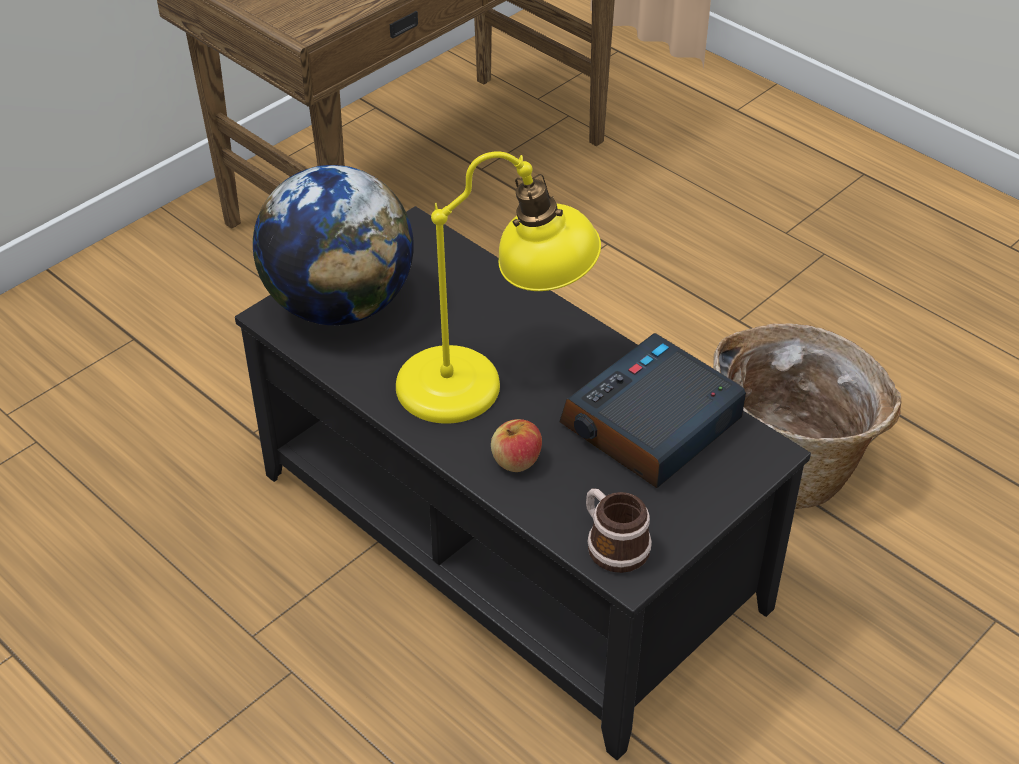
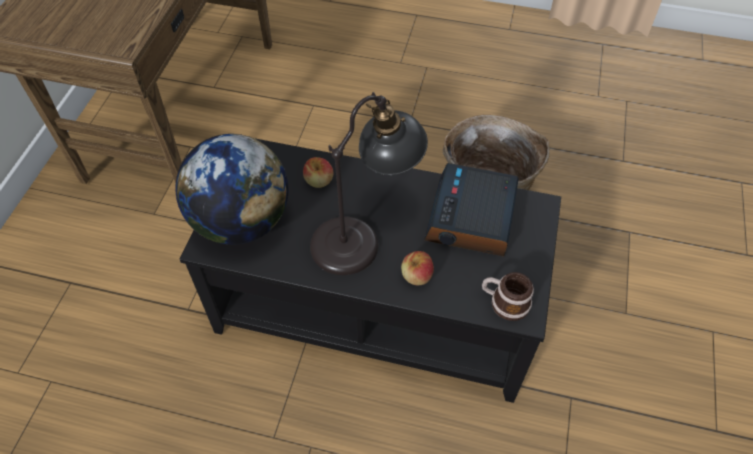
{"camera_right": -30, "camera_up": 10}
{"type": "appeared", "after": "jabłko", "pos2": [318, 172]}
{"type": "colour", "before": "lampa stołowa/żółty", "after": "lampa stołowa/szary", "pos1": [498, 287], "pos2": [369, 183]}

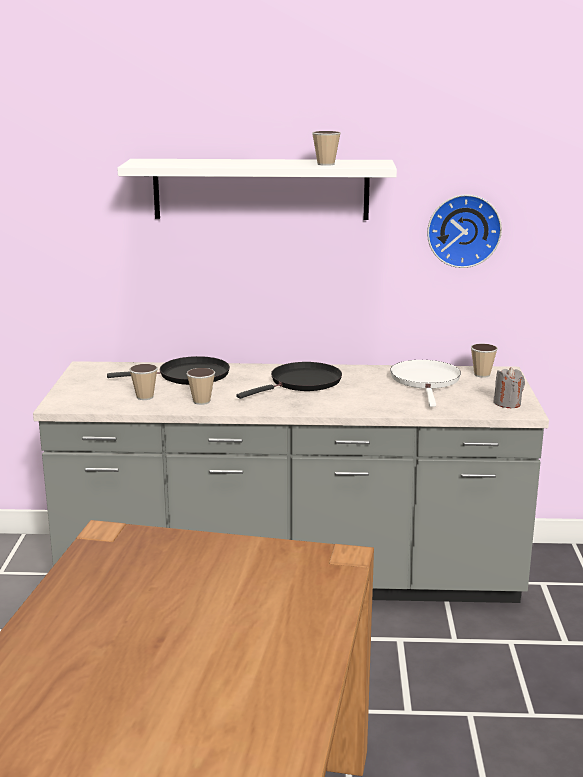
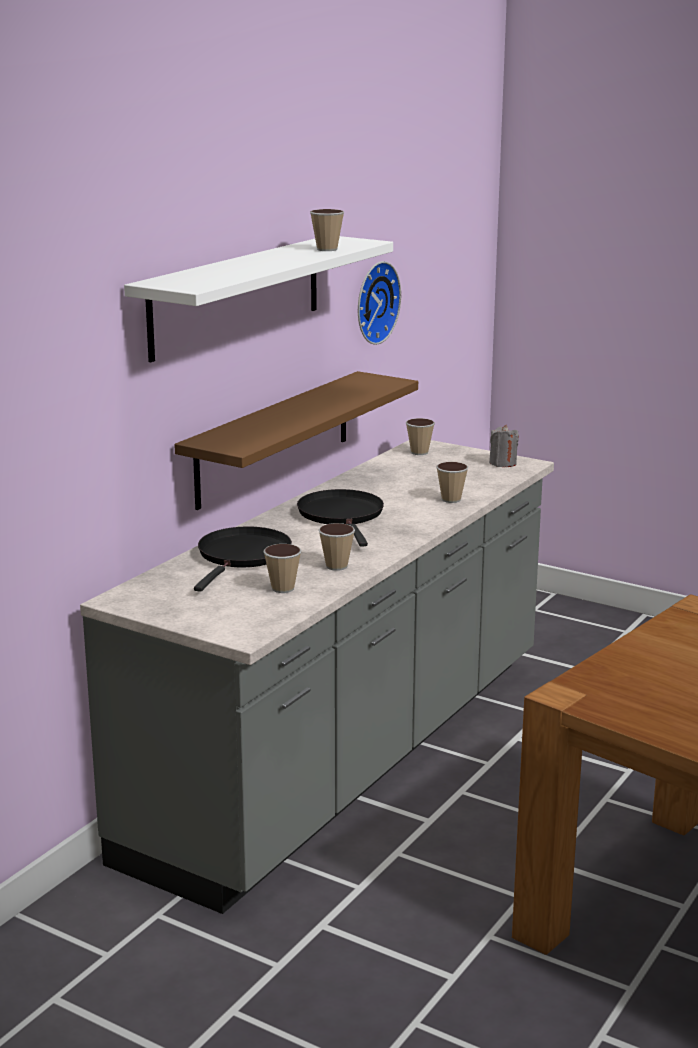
{"camera_right": -60, "camera_up": 0}
{"type": "appeared", "after": "półka/brązowy", "pos2": [296, 440]}
{"type": "appeared", "after": "filiżanka", "pos2": [452, 482]}
{"type": "missing", "before": "patelnia/biały", "pos1": [425, 383]}

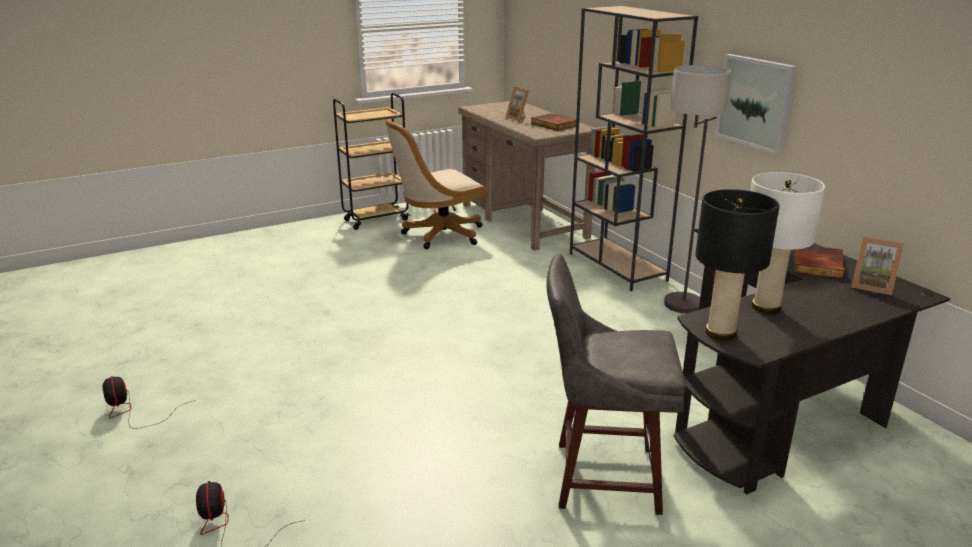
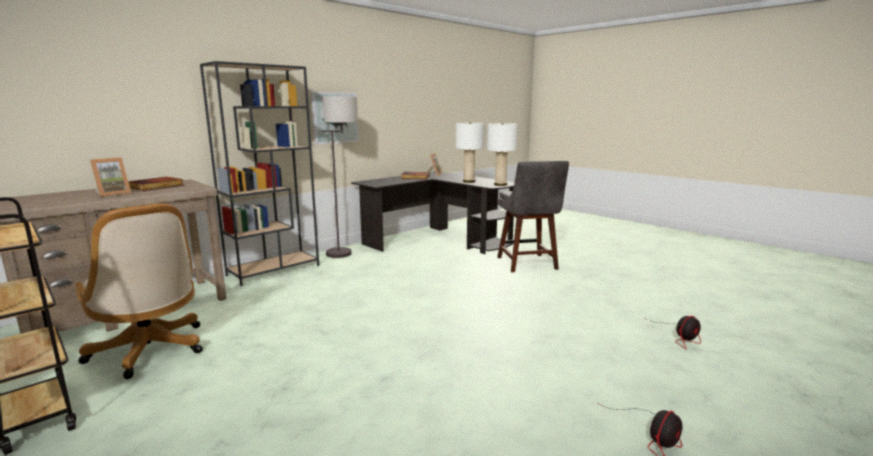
{"camera_right": -105, "camera_up": -10}
{"type": "colour", "before": "lampa stołowa/czarny", "after": "lampa stołowa/biały", "pos1": [737, 265], "pos2": [502, 154]}

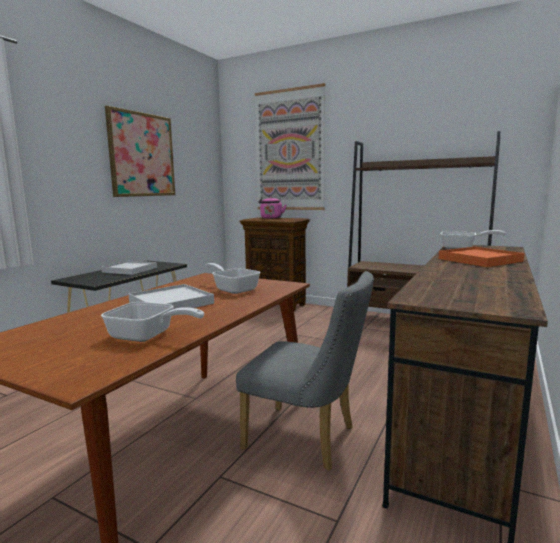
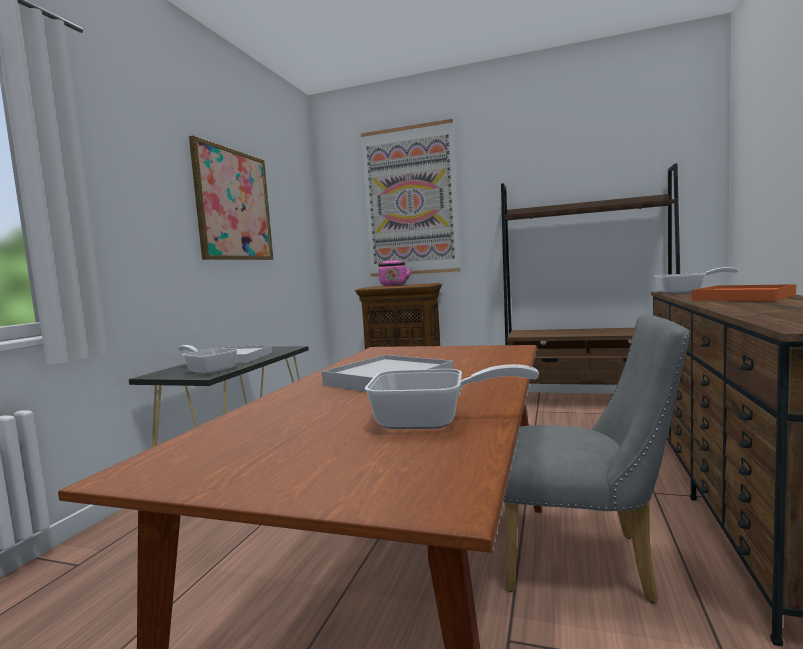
{"camera_right": -10, "camera_up": -5}
{"type": "relocated", "before": "patelnia", "pos1": [232, 278], "pos2": [207, 359]}

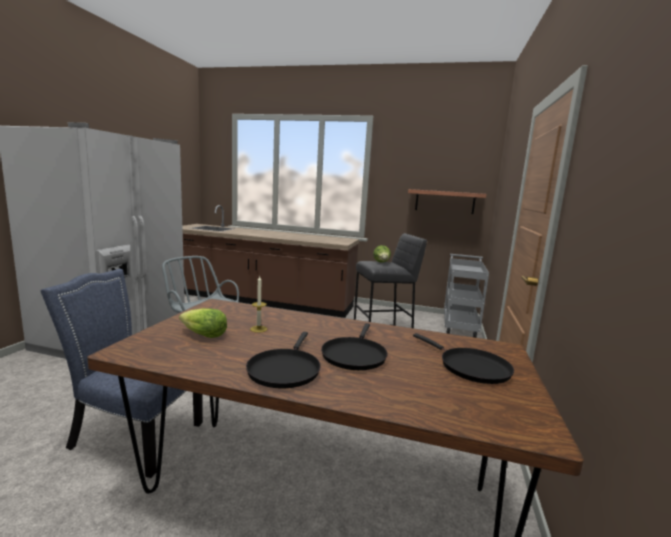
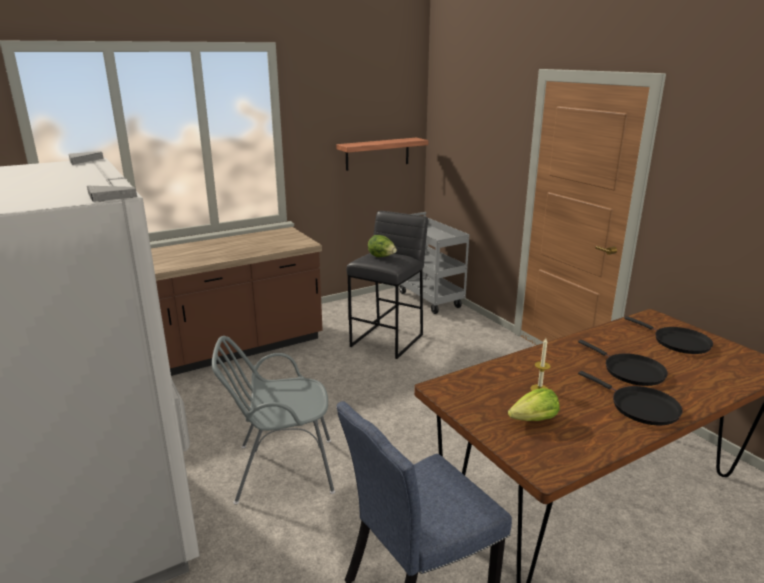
{"camera_right": -45, "camera_up": 10}
{"type": "spun", "before": "patelnia/czarny", "pos1": [463, 358], "pos2": [668, 335], "turn": 45}

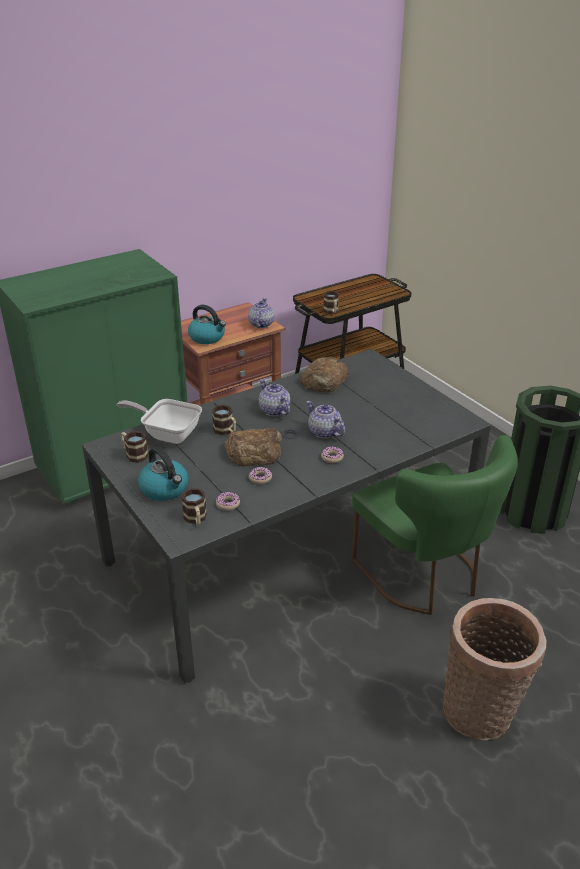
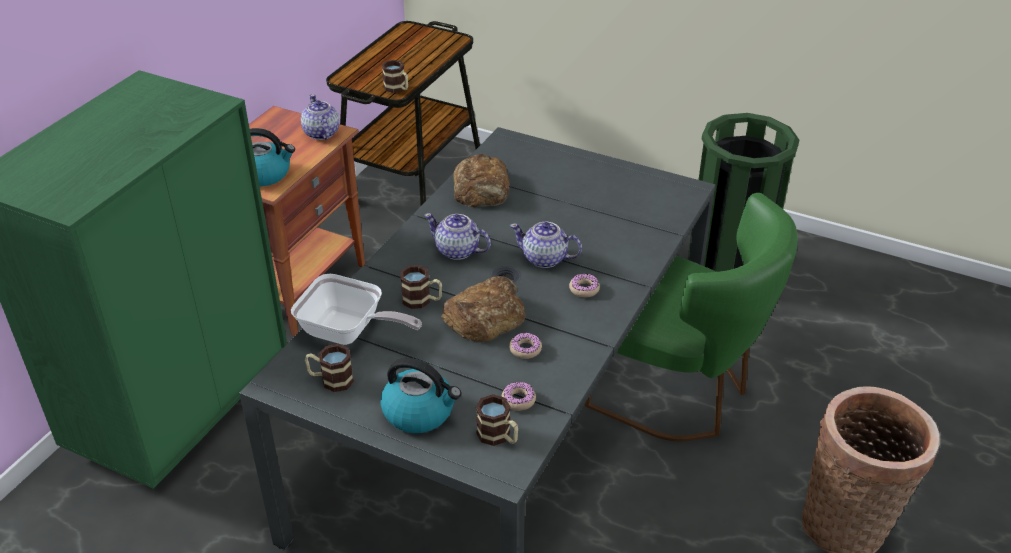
{"camera_right": -30, "camera_up": 5}
{"type": "spun", "before": "patelnia", "pos1": [159, 421], "pos2": [356, 309], "turn": -150}

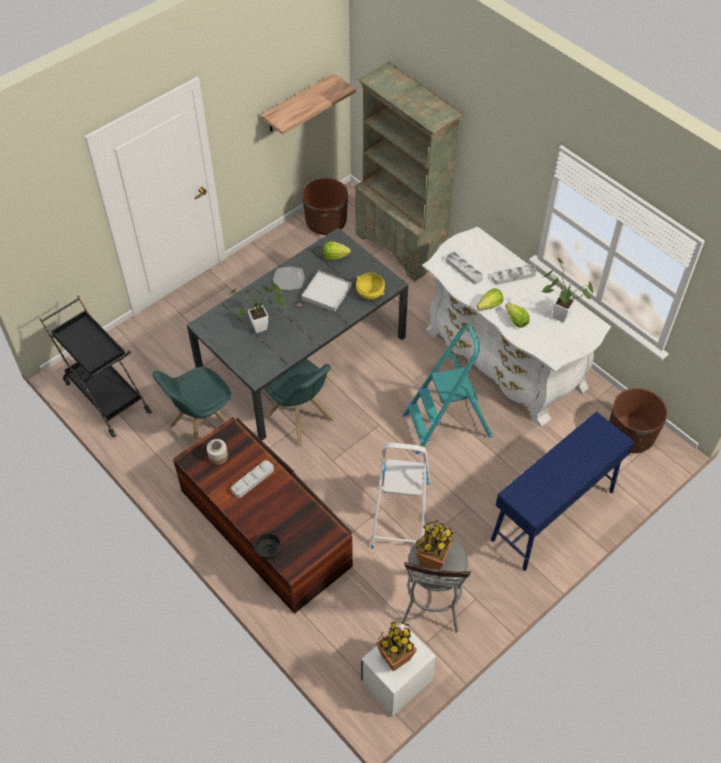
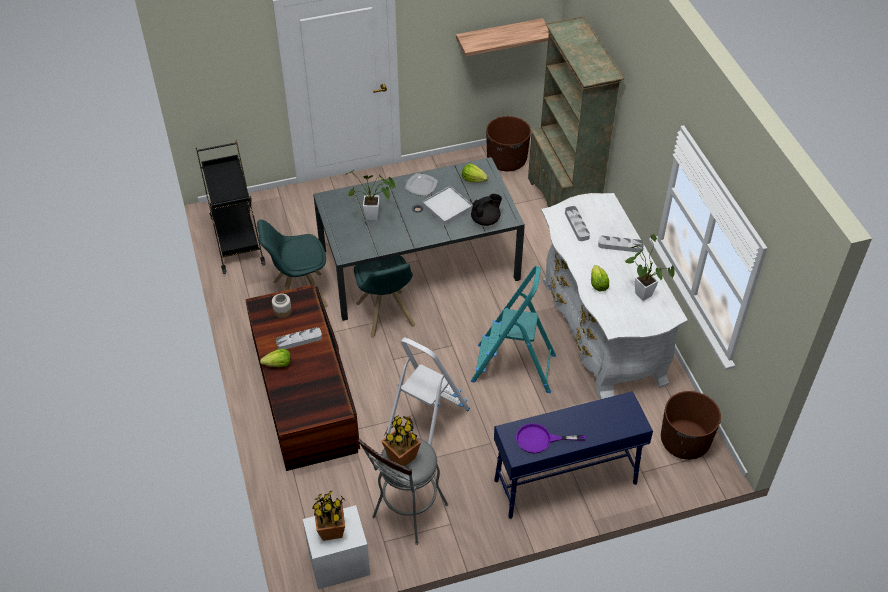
{"camera_right": 25, "camera_up": -5}
{"type": "relocated", "before": "sałata", "pos1": [489, 299], "pos2": [275, 358]}
{"type": "exchanged", "before": "miska/żółty", "after": "imbryk/czarny", "pos1": [370, 286], "pos2": [486, 210]}
{"type": "appeared", "after": "patelnia/fioletowy", "pos2": [551, 438]}
{"type": "missing", "before": "miska/czarny", "pos1": [268, 546]}

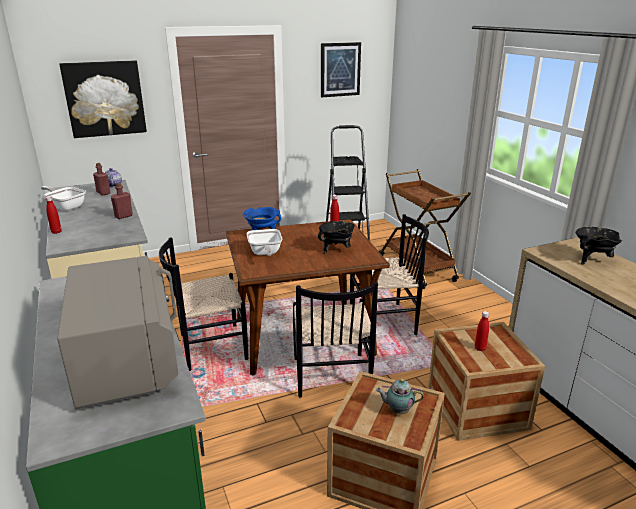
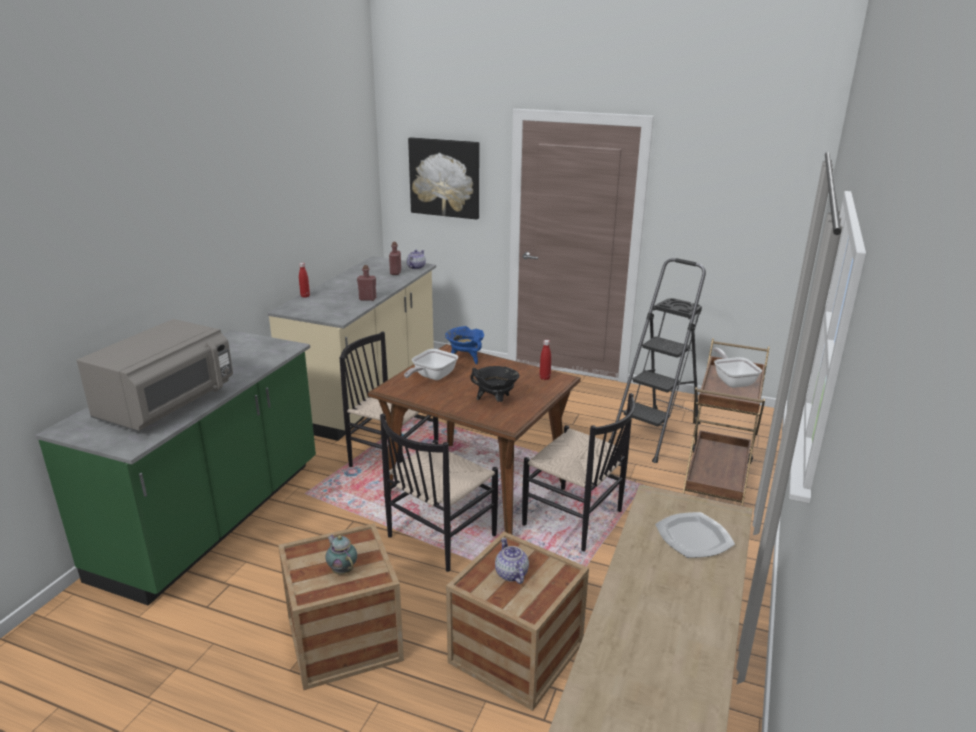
{"camera_right": 45, "camera_up": 0}
{"type": "exchanged", "before": "butelka/czerwony", "after": "imbryk", "pos1": [482, 331], "pos2": [512, 561]}
{"type": "exchanged", "before": "garnek/czarny", "after": "talerz", "pos1": [599, 246], "pos2": [695, 535]}
{"type": "relocated", "before": "patelnia", "pos1": [63, 198], "pos2": [737, 368]}
{"type": "missing", "before": "obraz", "pos1": [341, 69]}

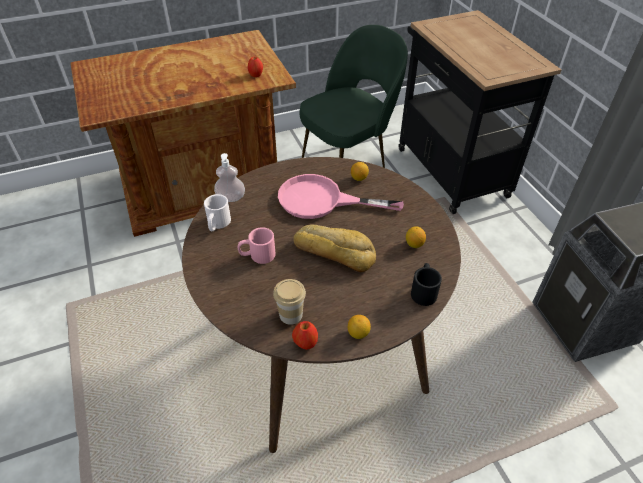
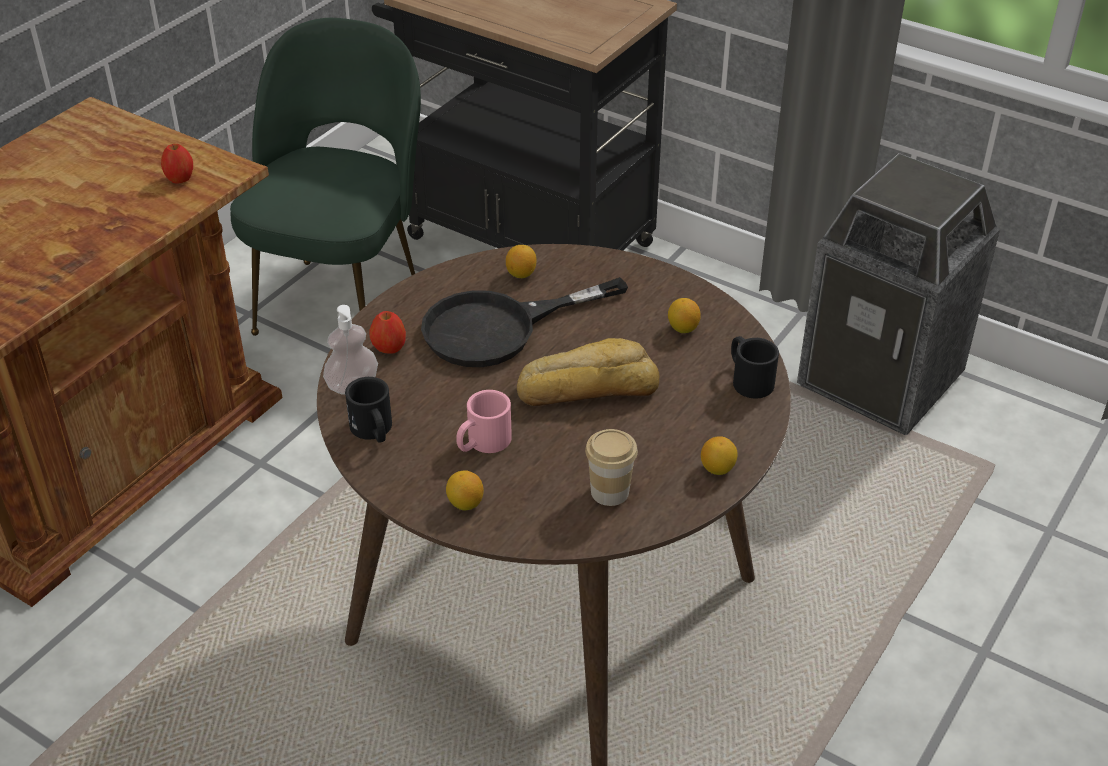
{"camera_right": -35, "camera_up": -5}
{"type": "colour", "before": "kubek/biały", "after": "kubek/czarny", "pos1": [217, 212], "pos2": [368, 409]}
{"type": "relocated", "before": "jabłko", "pos1": [305, 335], "pos2": [387, 332]}
{"type": "colour", "before": "patelnia/różowy", "after": "patelnia/czarny", "pos1": [341, 196], "pos2": [524, 322]}
{"type": "appeared", "after": "cytryna", "pos2": [465, 490]}

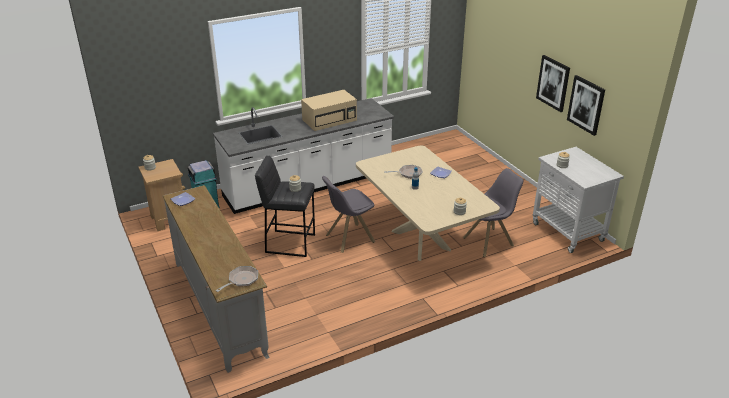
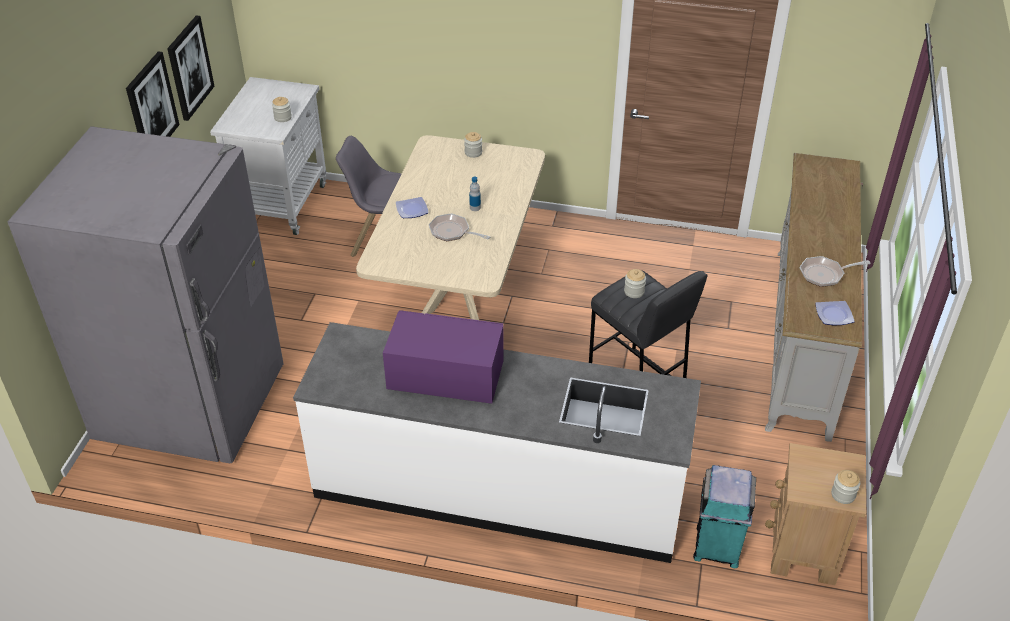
{"camera_right": -140, "camera_up": 10}
{"type": "appeared", "after": "lodówka/szary", "pos2": [145, 294]}
{"type": "colour", "before": "mikrofalówka/beżowy", "after": "mikrofalówka/fioletowy", "pos1": [329, 110], "pos2": [443, 357]}
{"type": "relocated", "before": "patelnia", "pos1": [236, 279], "pos2": [835, 271]}
{"type": "missing", "before": "krzesło/szary", "pos1": [348, 214]}

